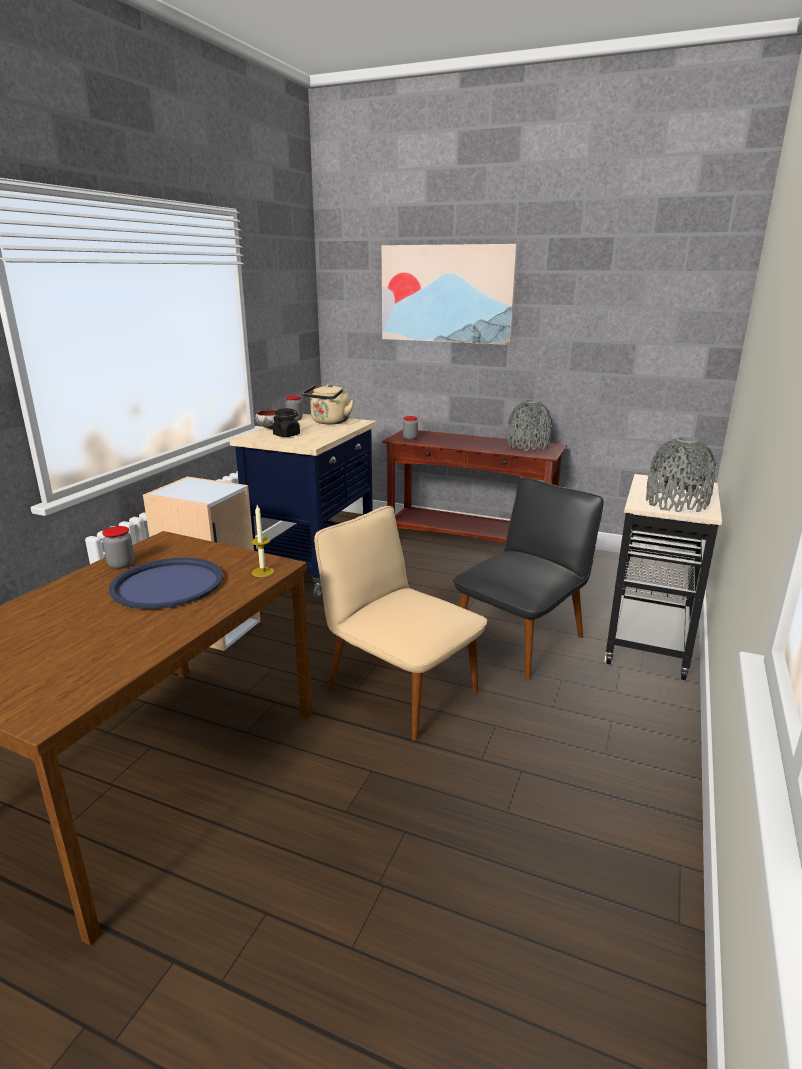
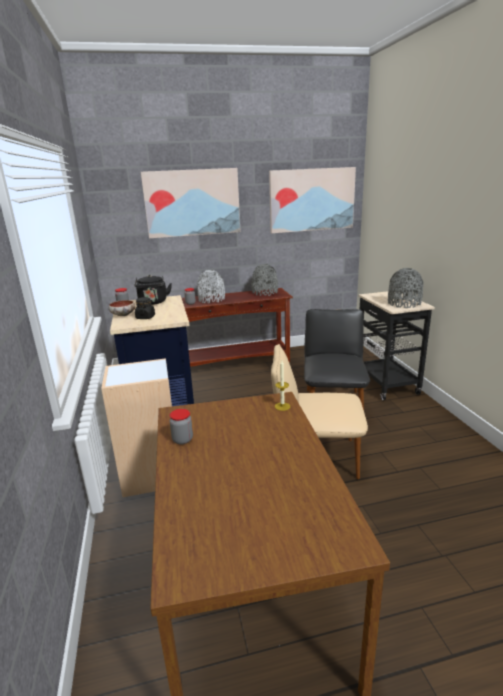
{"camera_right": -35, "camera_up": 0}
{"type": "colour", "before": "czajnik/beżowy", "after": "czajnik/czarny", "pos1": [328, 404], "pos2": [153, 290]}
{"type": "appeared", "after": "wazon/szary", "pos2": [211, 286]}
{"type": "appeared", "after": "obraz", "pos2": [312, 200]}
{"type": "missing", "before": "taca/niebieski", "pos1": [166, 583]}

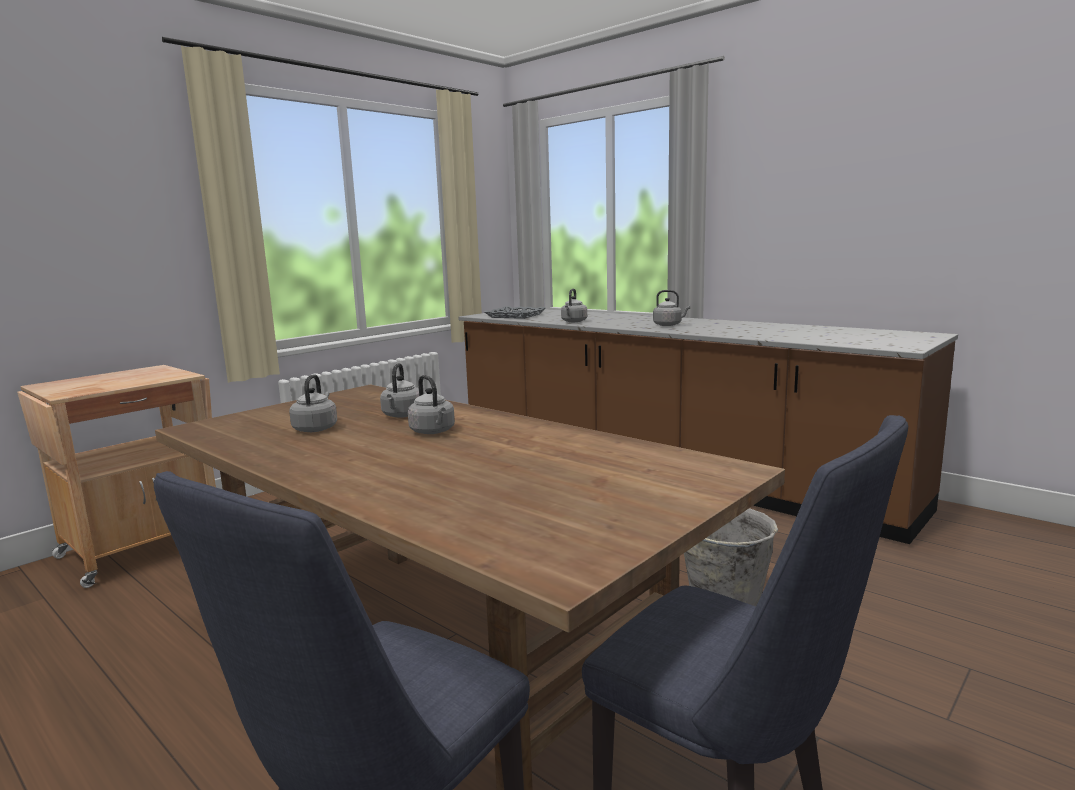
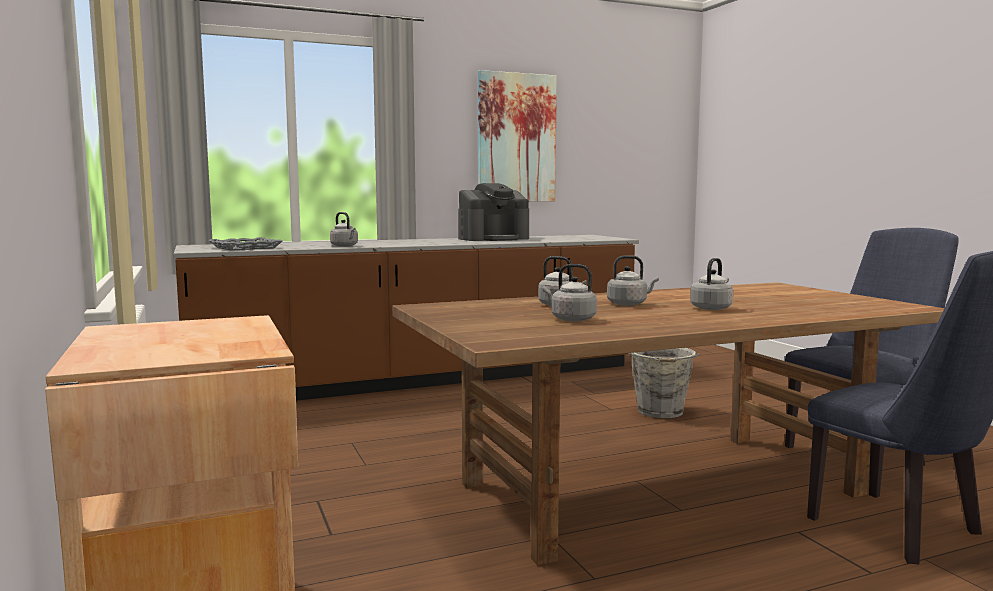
{"camera_right": -65, "camera_up": -5}
{"type": "appeared", "after": "ekspres do kawy", "pos2": [493, 212]}
{"type": "appeared", "after": "obraz", "pos2": [517, 136]}
{"type": "relocated", "before": "czajnik/szary", "pos1": [671, 308], "pos2": [711, 284]}

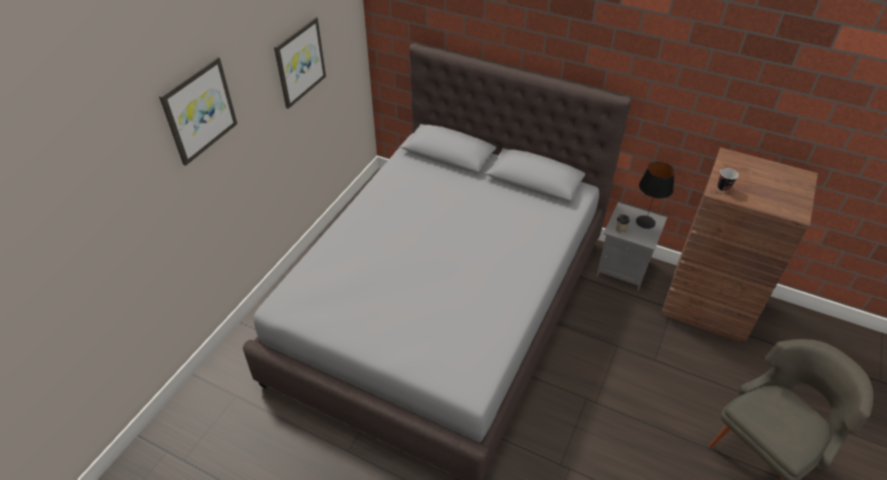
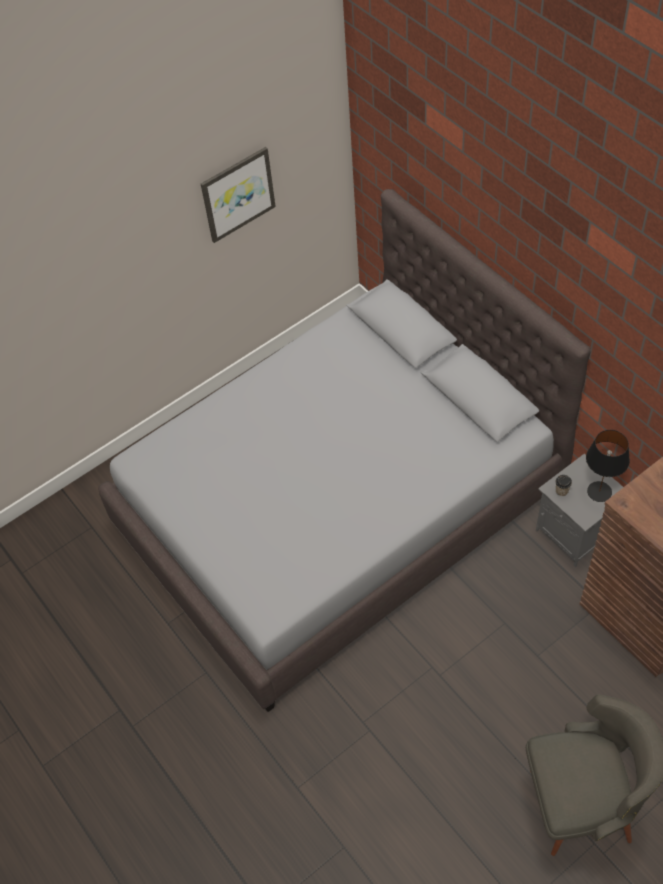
{"camera_right": 30, "camera_up": 10}
{"type": "missing", "before": "obraz", "pos1": [198, 111]}
{"type": "missing", "before": "filiżanka", "pos1": [728, 180]}

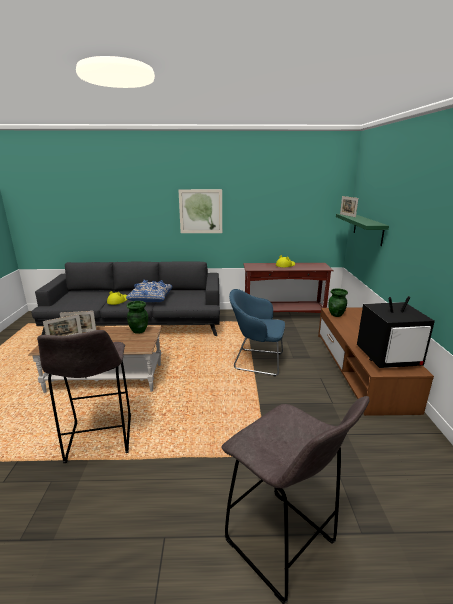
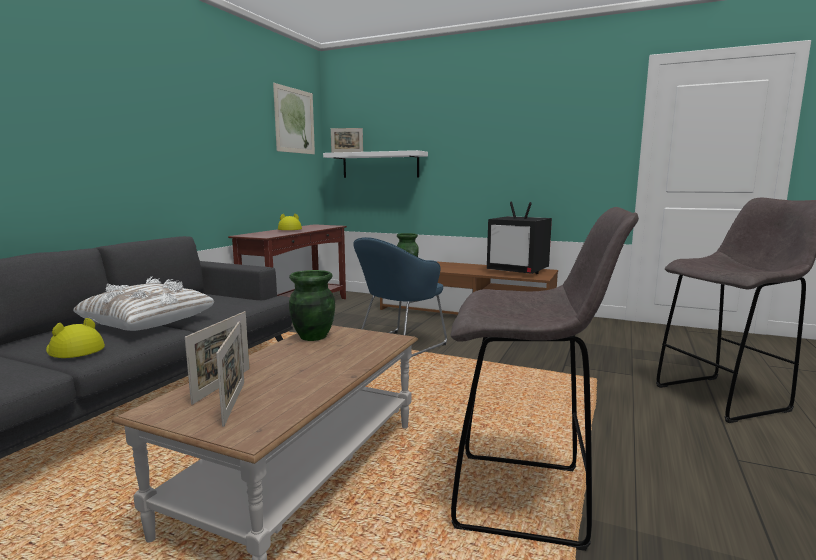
{"camera_right": -65, "camera_up": -10}
{"type": "colour", "before": "poduszka/niebieski", "after": "poduszka/biały", "pos1": [149, 291], "pos2": [143, 303]}
{"type": "relocated", "before": "obraz", "pos1": [200, 211], "pos2": [294, 118]}
{"type": "colour", "before": "półka/zielony", "after": "półka/biały", "pos1": [362, 230], "pos2": [375, 164]}
{"type": "spun", "before": "telewizor", "pos1": [396, 332], "pos2": [519, 238], "turn": 105}

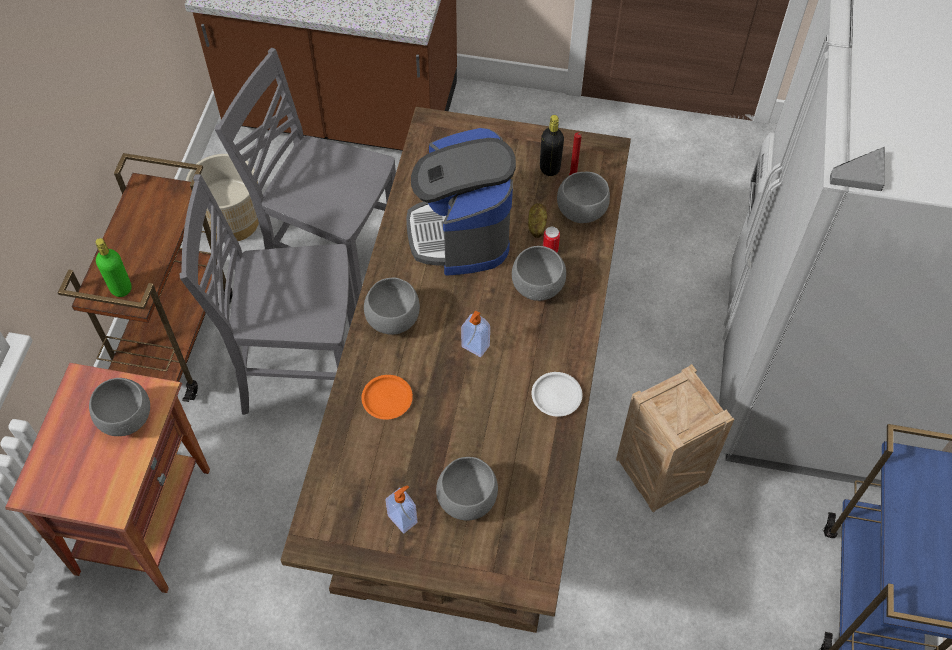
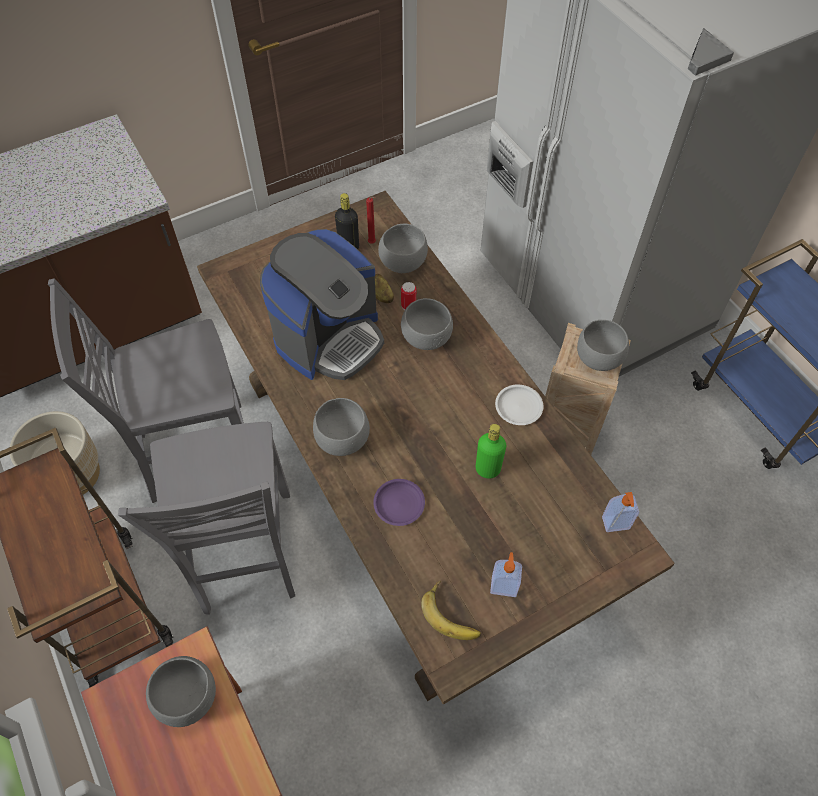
{"camera_right": -40, "camera_up": 0}
{"type": "spun", "before": "krzesło/szary", "pos1": [267, 294], "pos2": [206, 518], "turn": -60}
{"type": "spun", "before": "ekspres do kawy", "pos1": [461, 201], "pos2": [322, 304], "turn": -90}
{"type": "colour", "before": "talerz/pomarańczowy", "after": "talerz/fioletowy", "pos1": [387, 397], "pos2": [399, 502]}
{"type": "appeared", "after": "banan", "pos2": [451, 610]}
{"type": "relocated", "before": "butelka/zielony", "pos1": [113, 267], "pos2": [491, 451]}
{"type": "relocated", "before": "miska/szary", "pos1": [467, 489], "pos2": [603, 345]}
{"type": "relocated", "before": "dozownik mydła", "pos1": [475, 333], "pos2": [620, 512]}

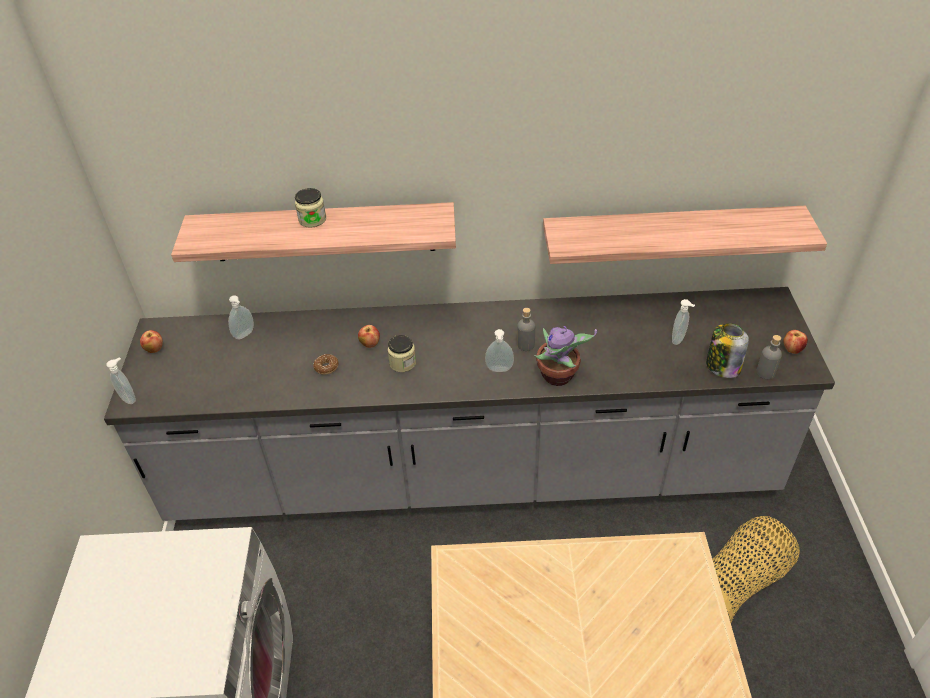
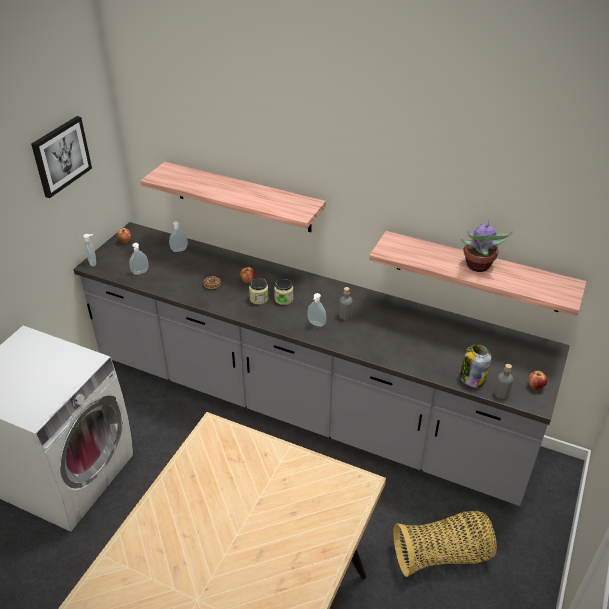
{"camera_right": 25, "camera_up": -5}
{"type": "appeared", "after": "obraz", "pos2": [61, 157]}
{"type": "relocated", "before": "dozownik mydła", "pos1": [683, 322], "pos2": [139, 259]}
{"type": "relocated", "before": "słoik", "pos1": [310, 208], "pos2": [283, 292]}
{"type": "relocated", "before": "roślina doniczkowa", "pos1": [565, 356], "pos2": [486, 246]}

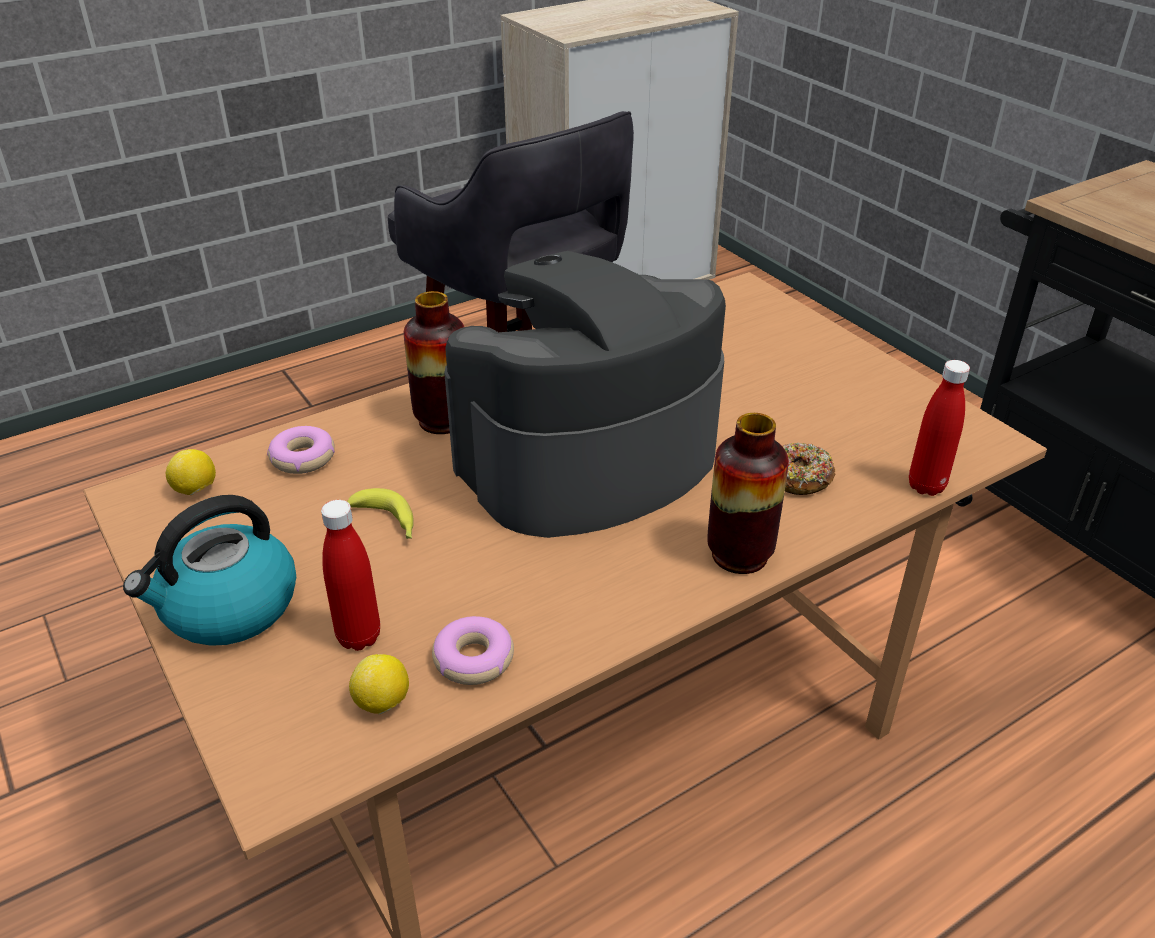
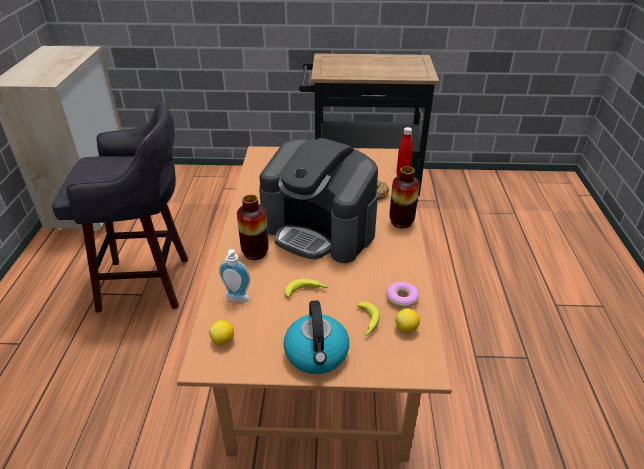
{"camera_right": -55, "camera_up": 0}
{"type": "exchanged", "before": "donut", "after": "dozownik mydła", "pos1": [301, 450], "pos2": [234, 276]}
{"type": "spun", "before": "ekspres do kawy", "pos1": [585, 394], "pos2": [318, 200], "turn": -60}
{"type": "exchanged", "before": "butelka/czerwony", "after": "banan", "pos1": [350, 575], "pos2": [368, 319]}

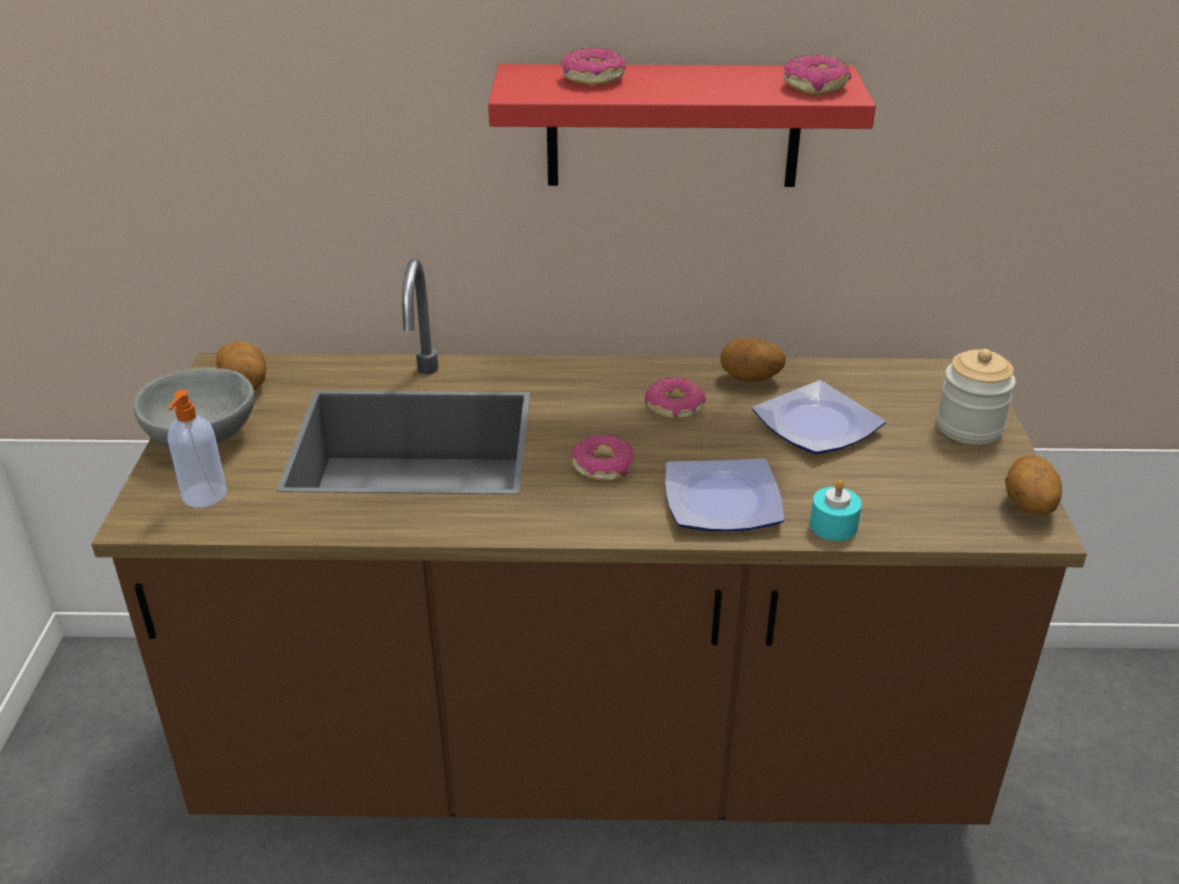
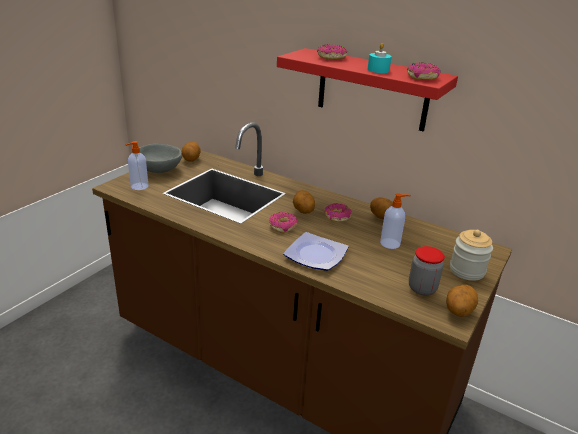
{"camera_right": 30, "camera_up": -5}
{"type": "appeared", "after": "ziemniak", "pos2": [304, 202]}
{"type": "relocated", "before": "świeca/turkusowy", "pos1": [836, 510], "pos2": [379, 58]}
{"type": "exchanged", "before": "talerz", "after": "dozownik mydła", "pos1": [818, 417], "pos2": [395, 221]}
{"type": "appeared", "after": "słoik", "pos2": [427, 270]}

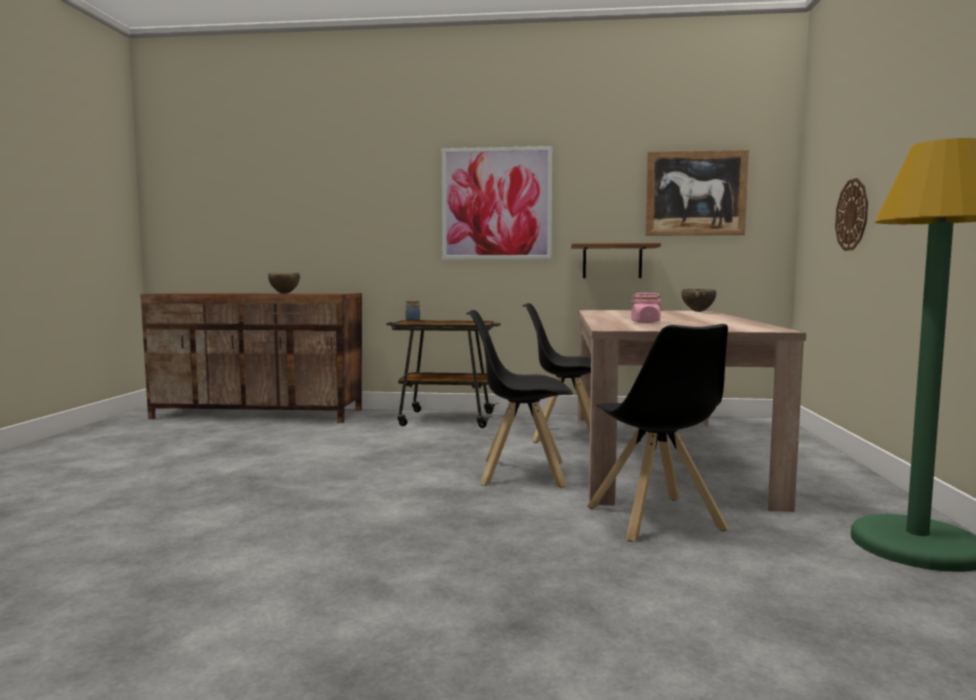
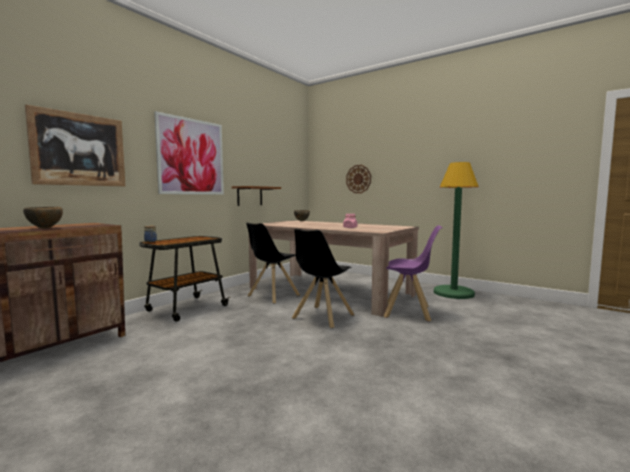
{"camera_right": -60, "camera_up": 0}
{"type": "relocated", "before": "obraz", "pos1": [697, 193], "pos2": [75, 145]}
{"type": "colour", "before": "krzesło/czarny", "after": "krzesło/fioletowy", "pos1": [658, 433], "pos2": [412, 273]}

